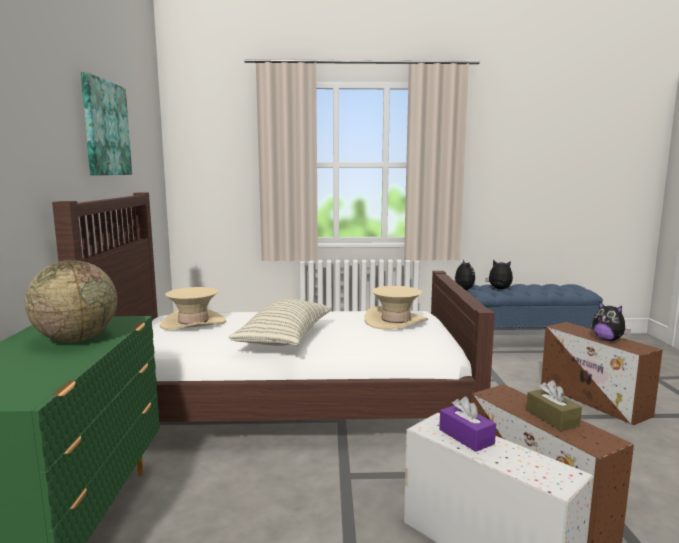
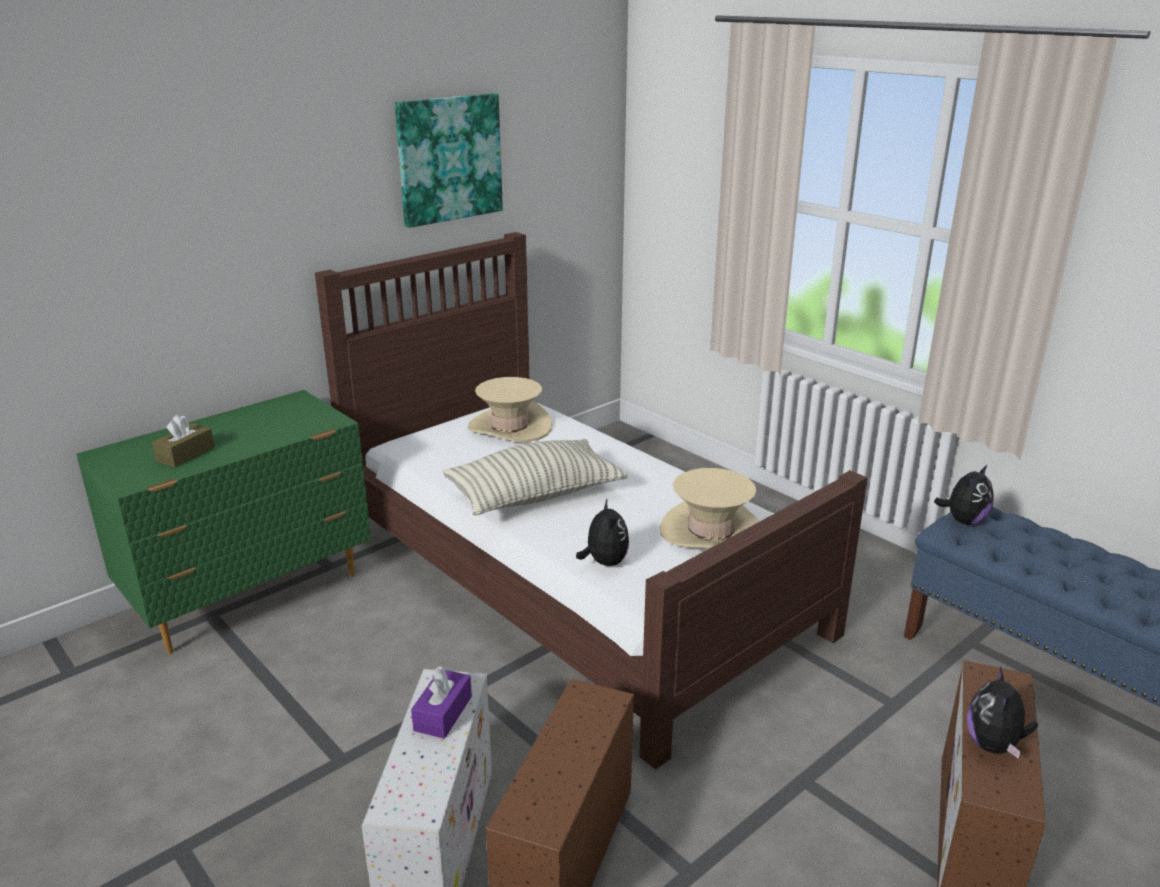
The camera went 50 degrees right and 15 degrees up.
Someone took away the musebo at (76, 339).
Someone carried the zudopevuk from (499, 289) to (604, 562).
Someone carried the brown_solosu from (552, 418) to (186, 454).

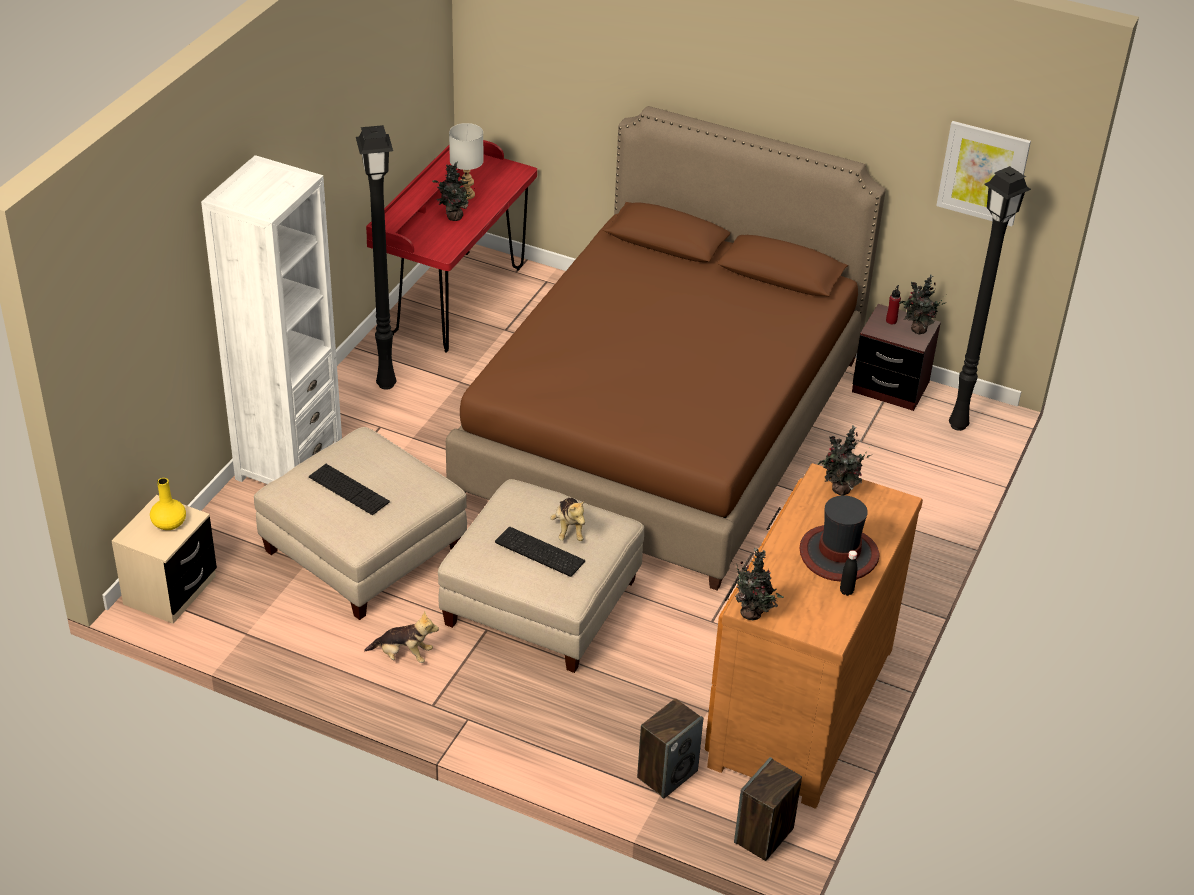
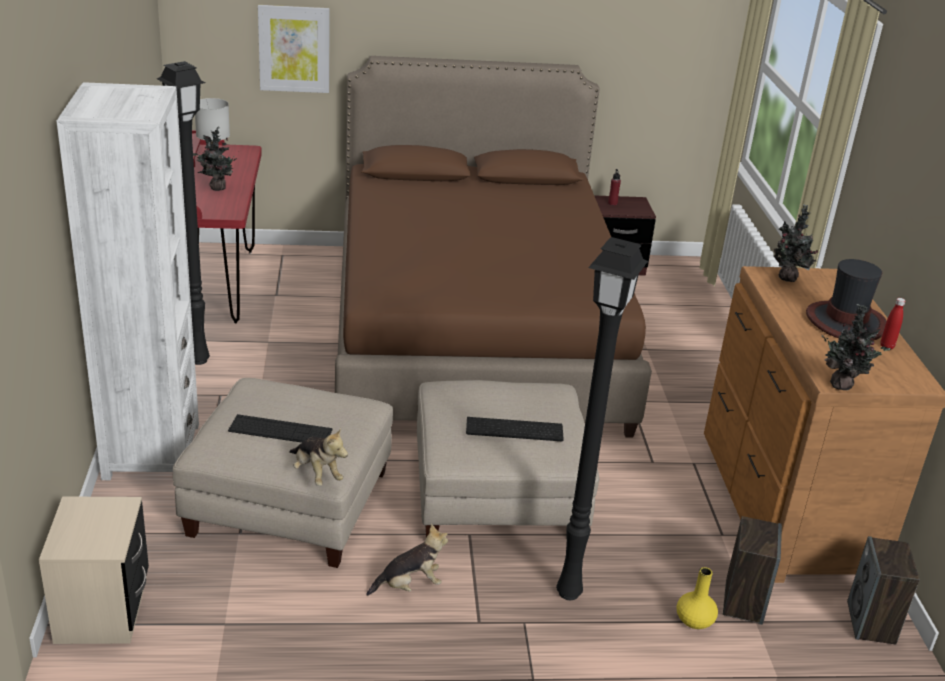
The camera went 30 degrees left and 10 degrees down.
Someone carried the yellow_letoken from (169, 524) to (695, 621).
Someone carried the zudopevuk from (569, 529) to (316, 474).
Someone repainted the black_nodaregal at (846, 591), which became the red_nodaregal at (887, 346).
Someone took away the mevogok at (917, 330).
Someone carried the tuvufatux from (983, 173) to (294, 49).
Someone carried the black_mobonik from (960, 425) to (571, 592).

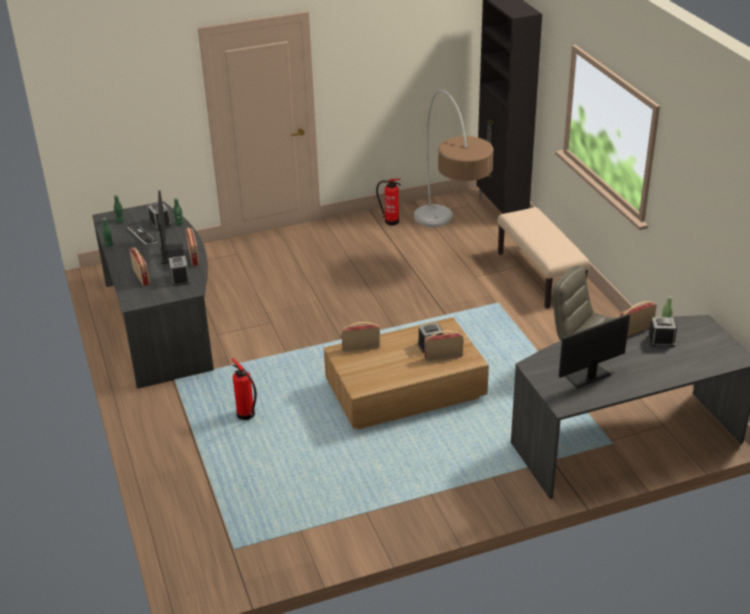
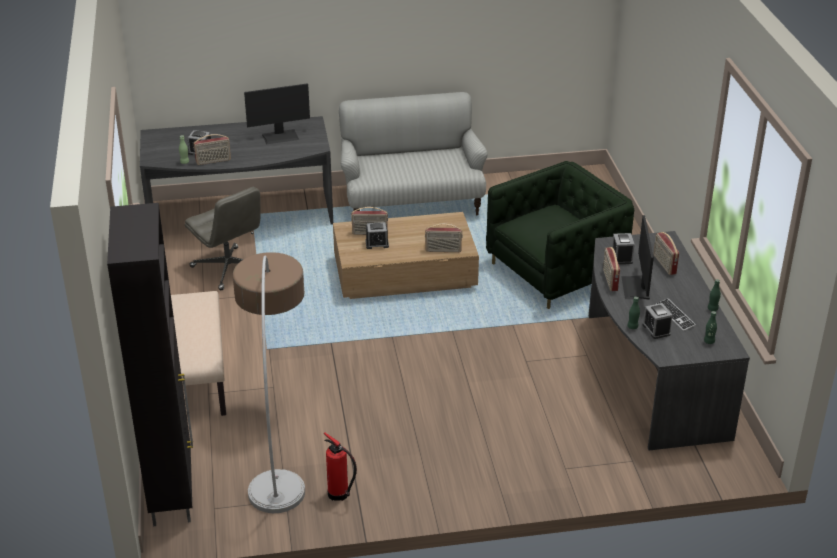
The camera went 170 degrees left and 0 degrees up.
Someone swapped the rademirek at (247, 415) for the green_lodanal at (555, 272).
Someone put down the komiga at (411, 202).

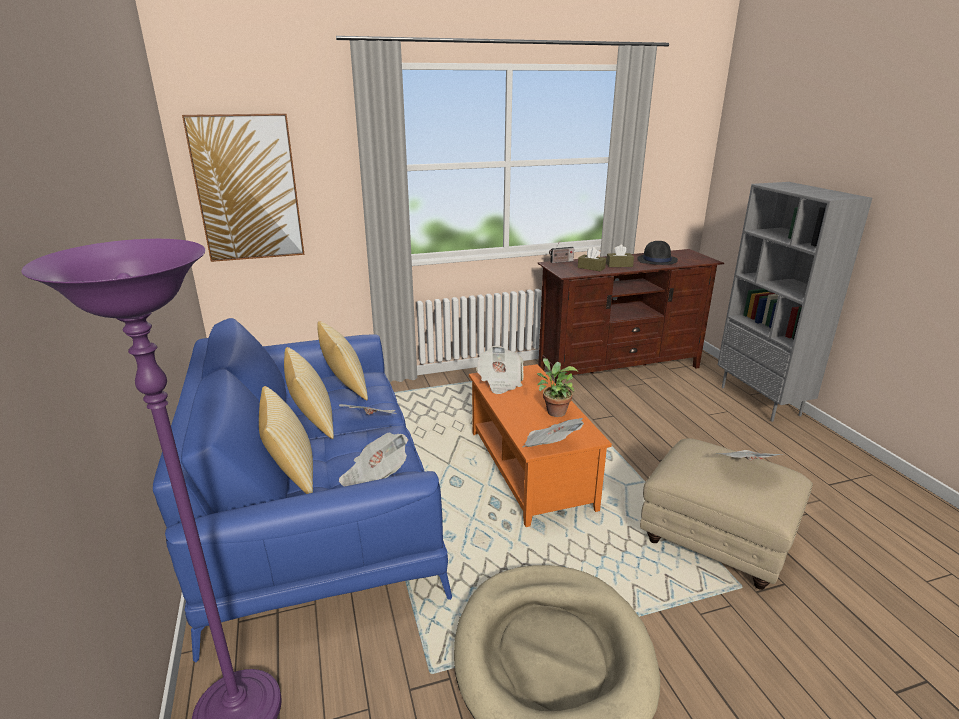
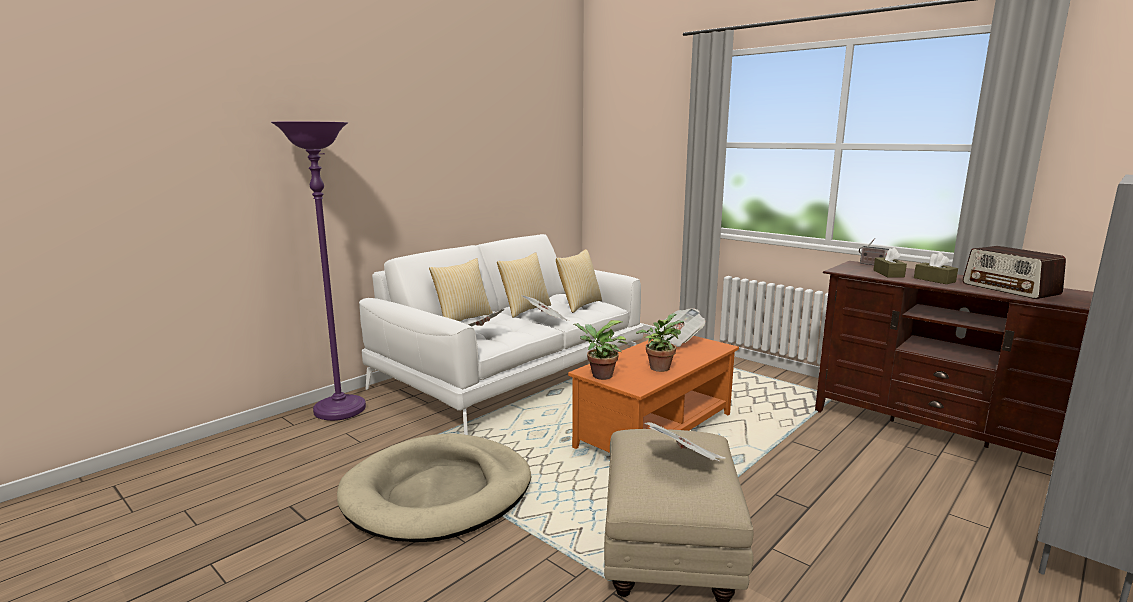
The camera went 60 degrees right and 10 degrees down.
Someone repainted the blue_komiga at (317, 506), which became the white_komiga at (512, 375).
Someone took away the tuvufatux at (247, 189).
Someone swapped the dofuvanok at (551, 446) for the mevogok at (599, 376).
Someone swapped the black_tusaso at (657, 260) for the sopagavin at (1010, 289).

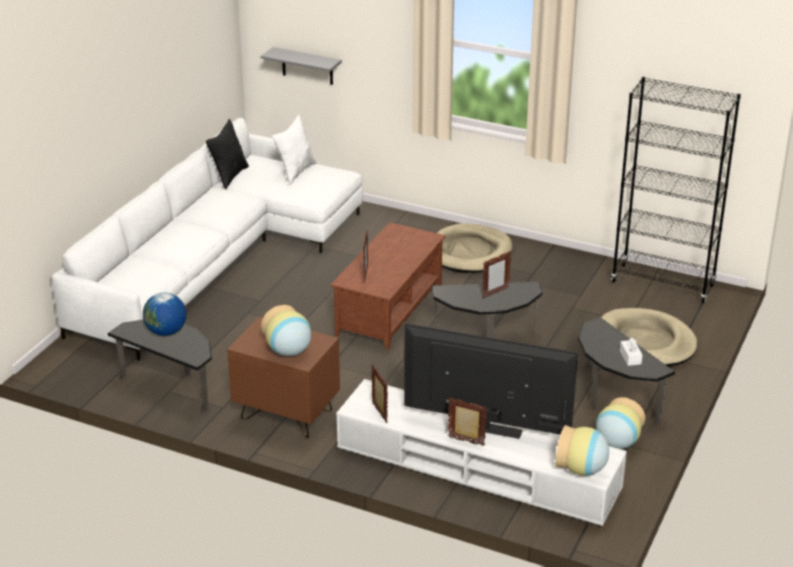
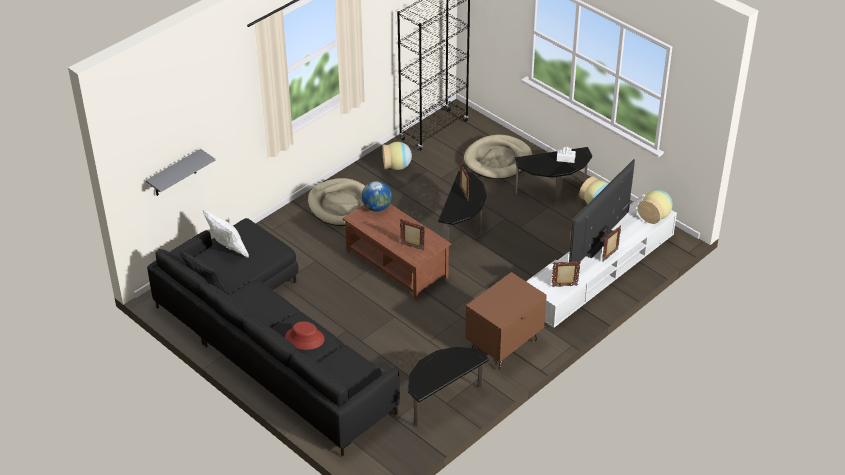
The camera went 70 degrees left and 10 degrees up.
Someone repainted the white_komiga at (216, 260), which became the black_komiga at (270, 344).
Someone carried the musebo from (166, 332) to (377, 207).
Someone carried the letoken from (288, 351) to (397, 166).
Someone put down the red_tusaso at (304, 338).

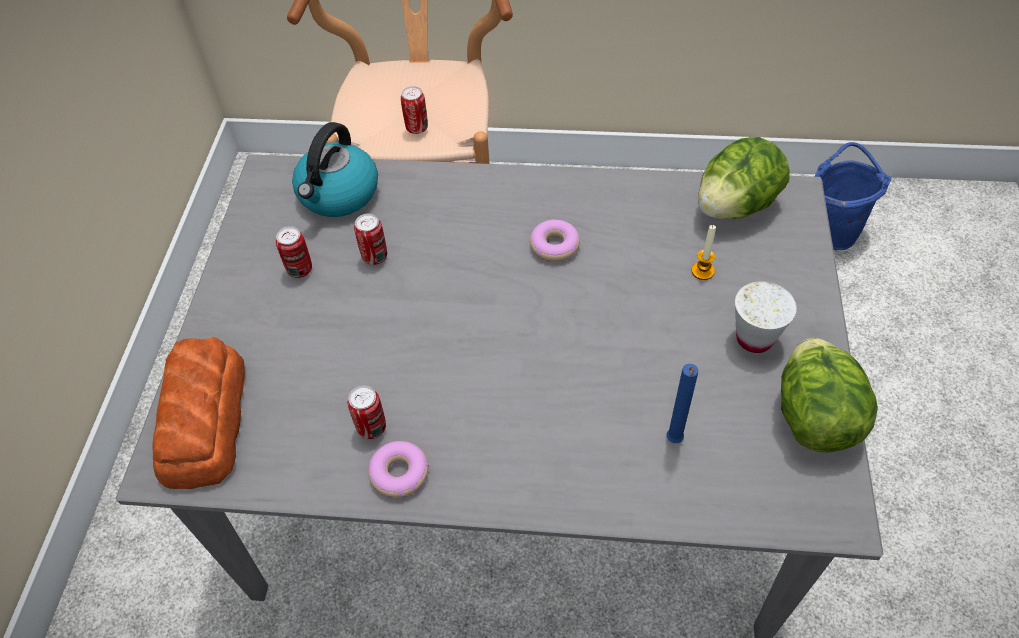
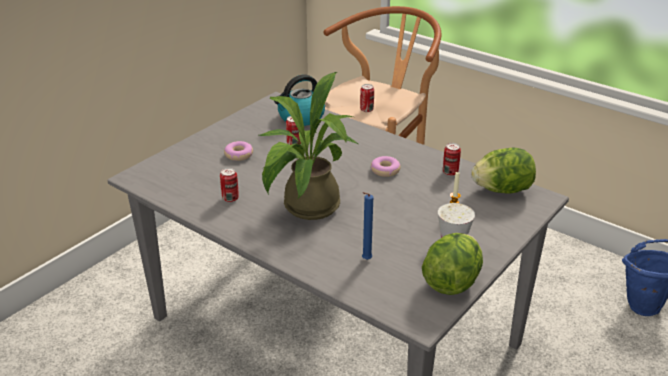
The camera went 30 degrees right and 20 degrees down.
Someone took away the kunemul at (203, 421).
Someone carried the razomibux from (299, 269) to (450, 172).
Someone carried the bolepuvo from (399, 473) to (238, 155).
Someone put down the mevogok at (306, 209).

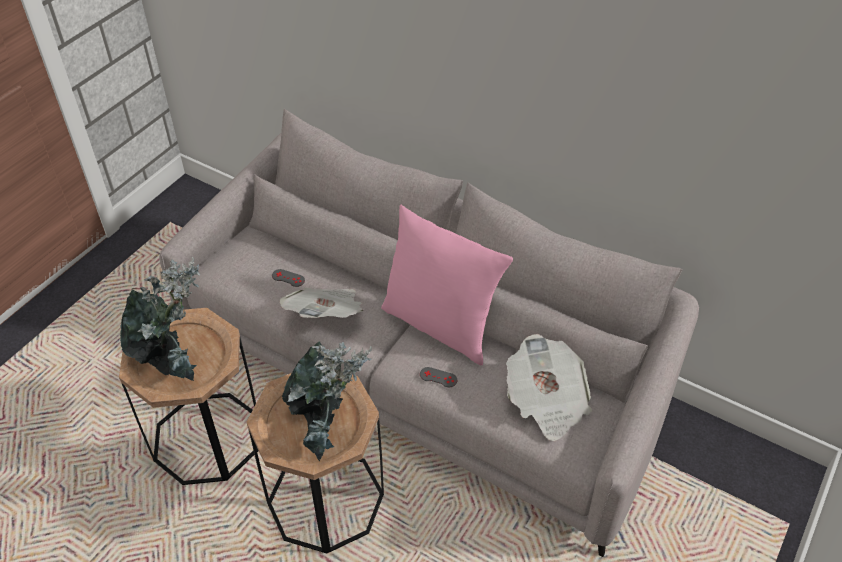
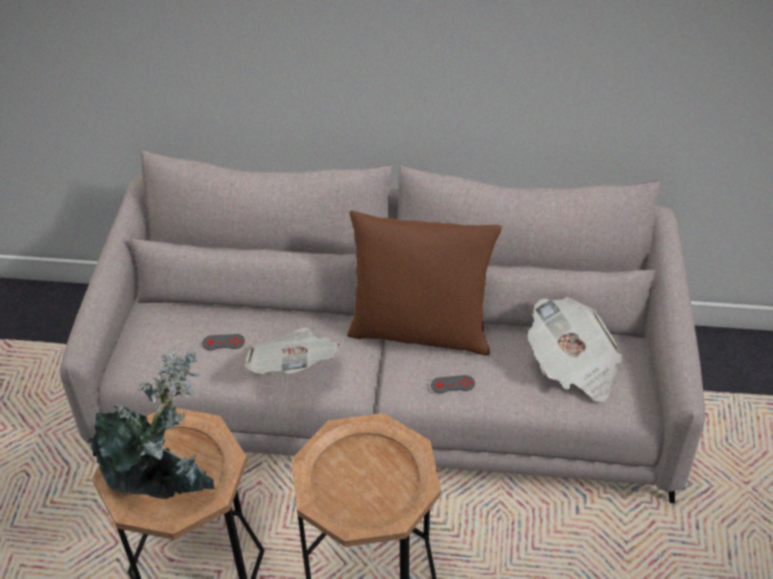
The camera went 25 degrees left and 0 degrees up.
Someone took away the mevogok at (326, 426).
Someone repainted the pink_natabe at (440, 325), which became the brown_natabe at (420, 330).

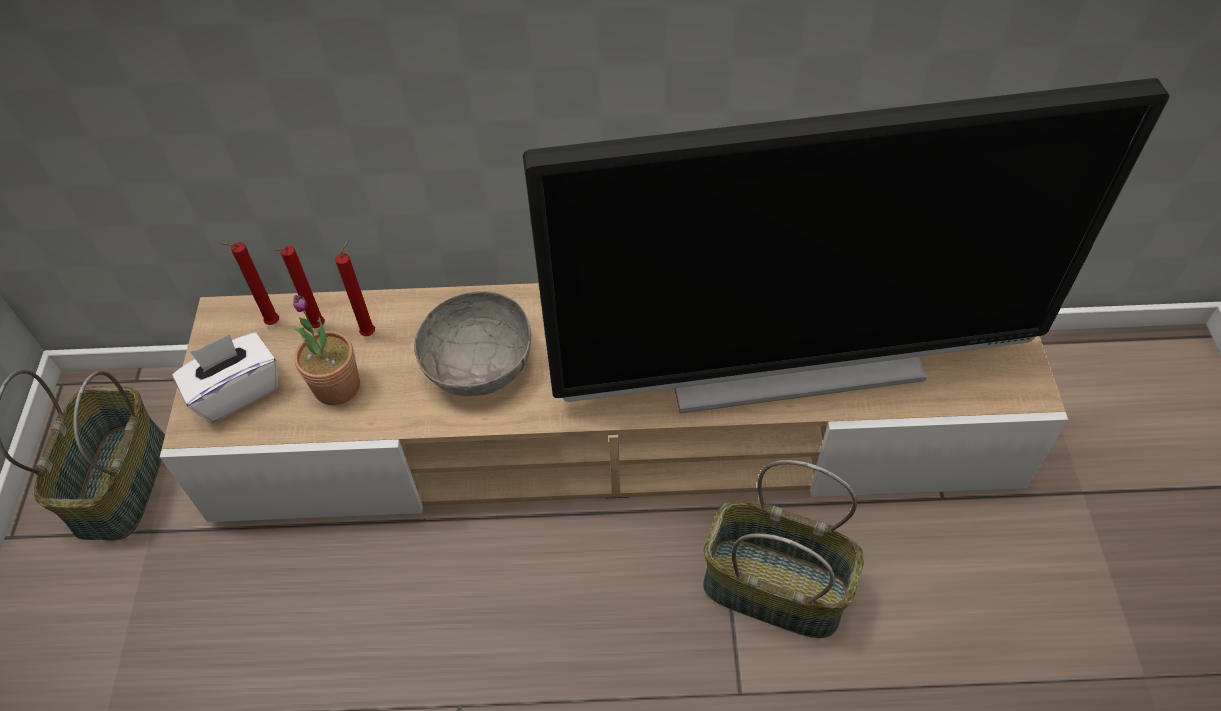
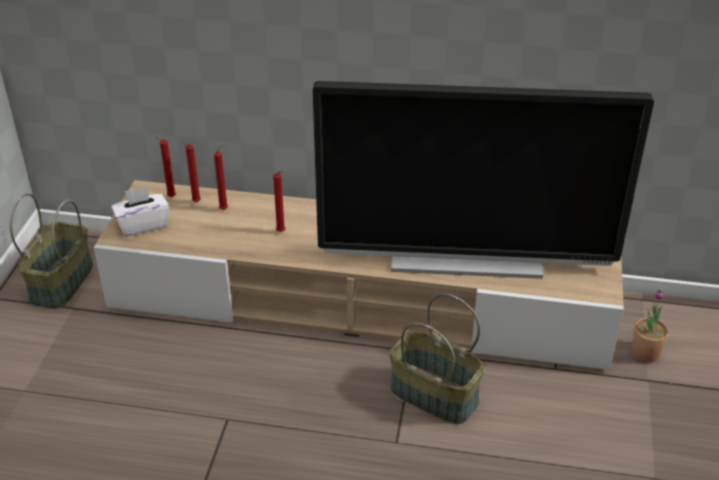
The camera went 10 degrees right and 15 degrees down.
Someone carried the mevogok from (337, 386) to (645, 353).
Someone swapped the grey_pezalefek at (478, 364) for the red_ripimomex at (282, 232).

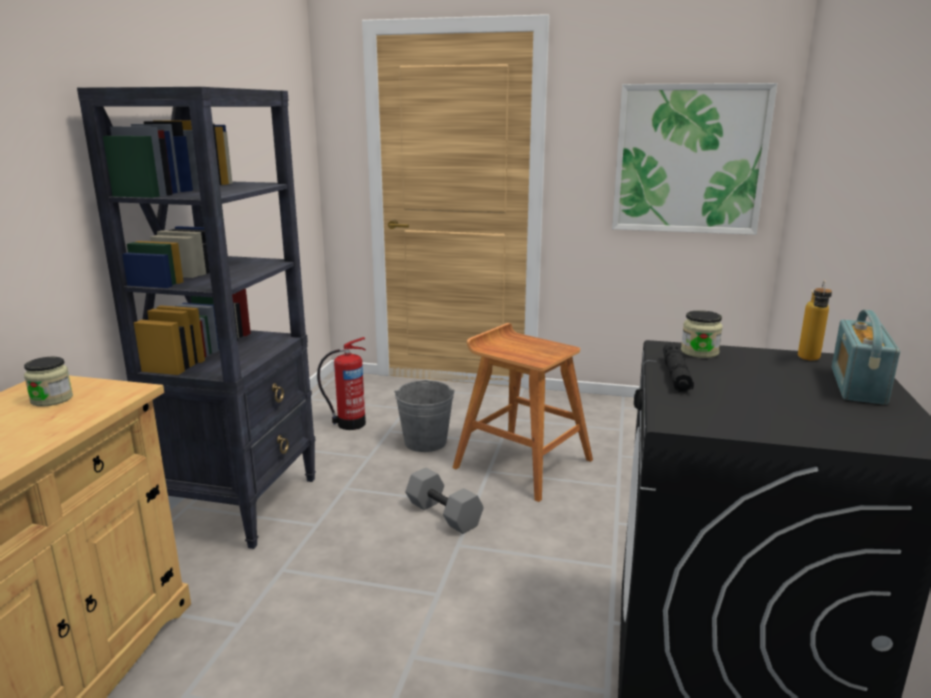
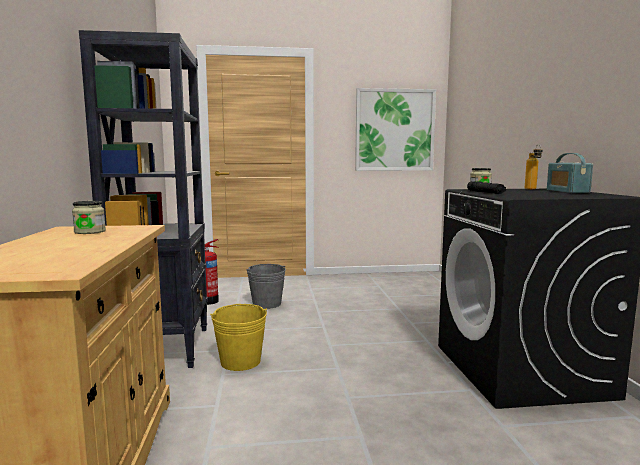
The camera went 20 degrees left and 10 degrees down.
Someone took away the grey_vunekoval at (445, 514).
Someone took away the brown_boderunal at (522, 463).
Someone put down the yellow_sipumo at (240, 361).

